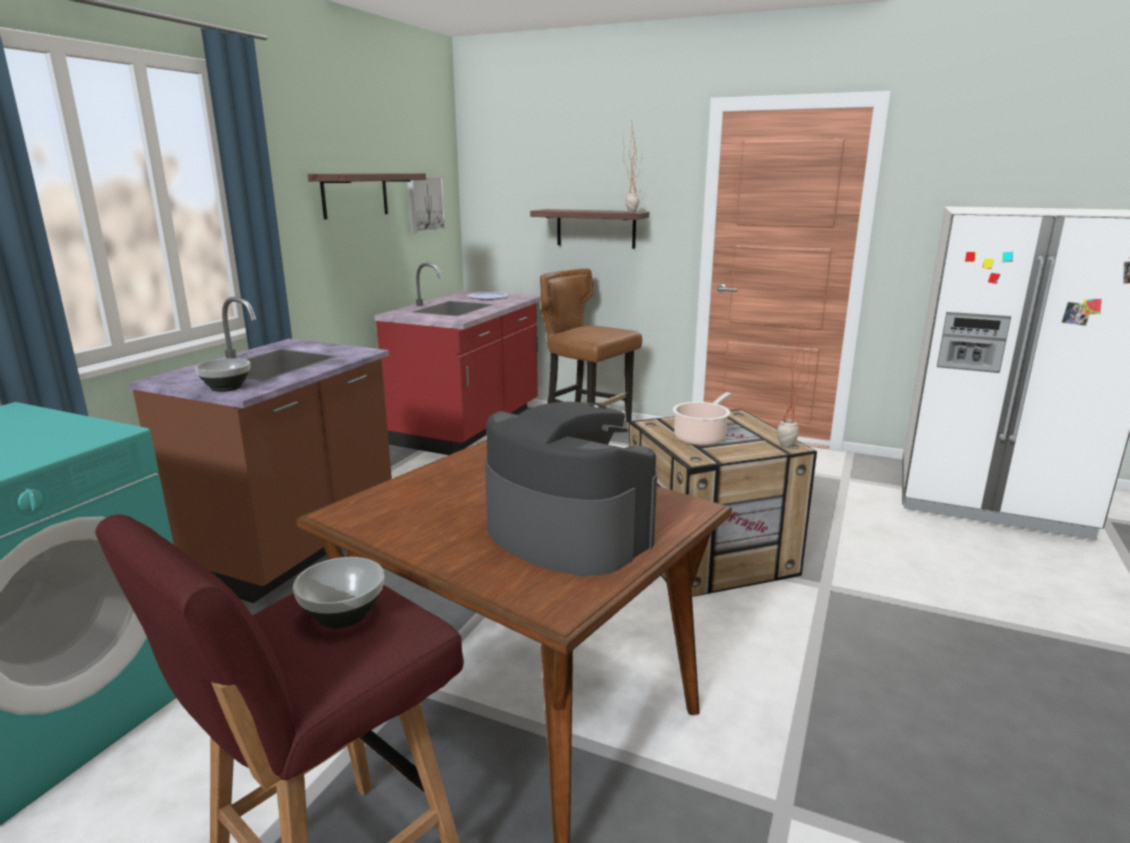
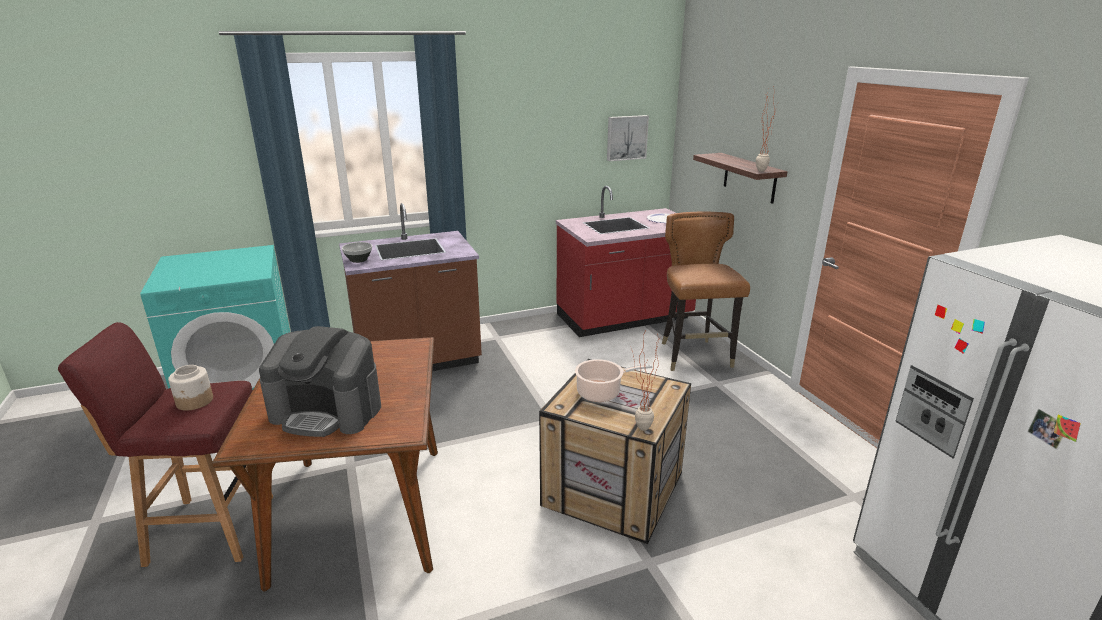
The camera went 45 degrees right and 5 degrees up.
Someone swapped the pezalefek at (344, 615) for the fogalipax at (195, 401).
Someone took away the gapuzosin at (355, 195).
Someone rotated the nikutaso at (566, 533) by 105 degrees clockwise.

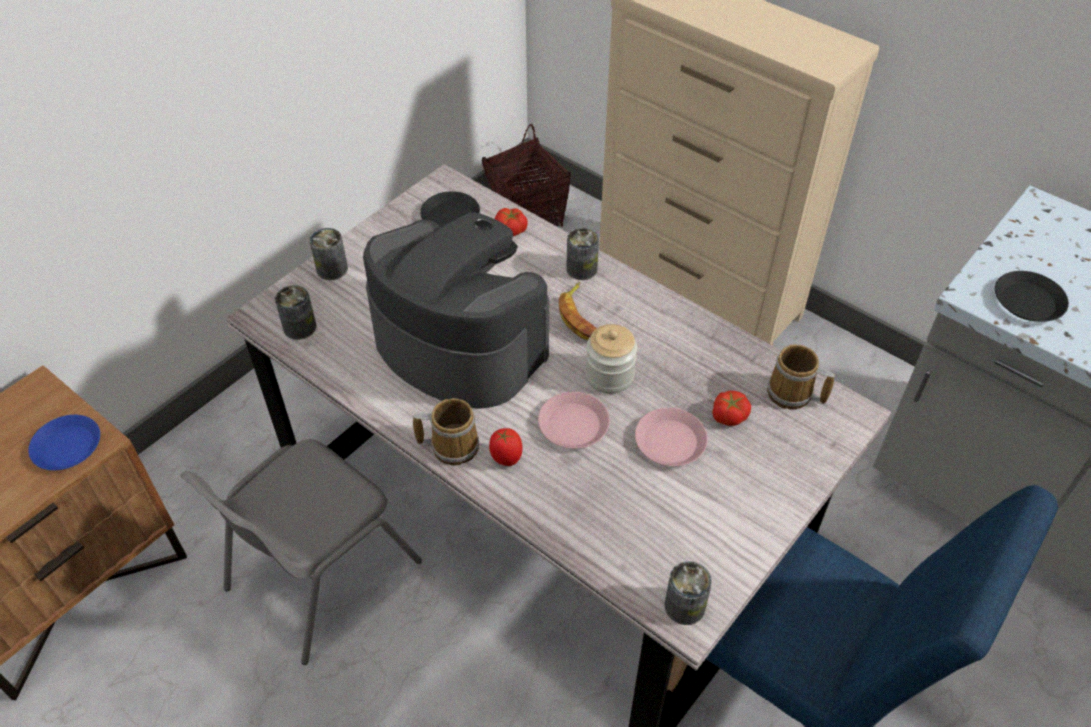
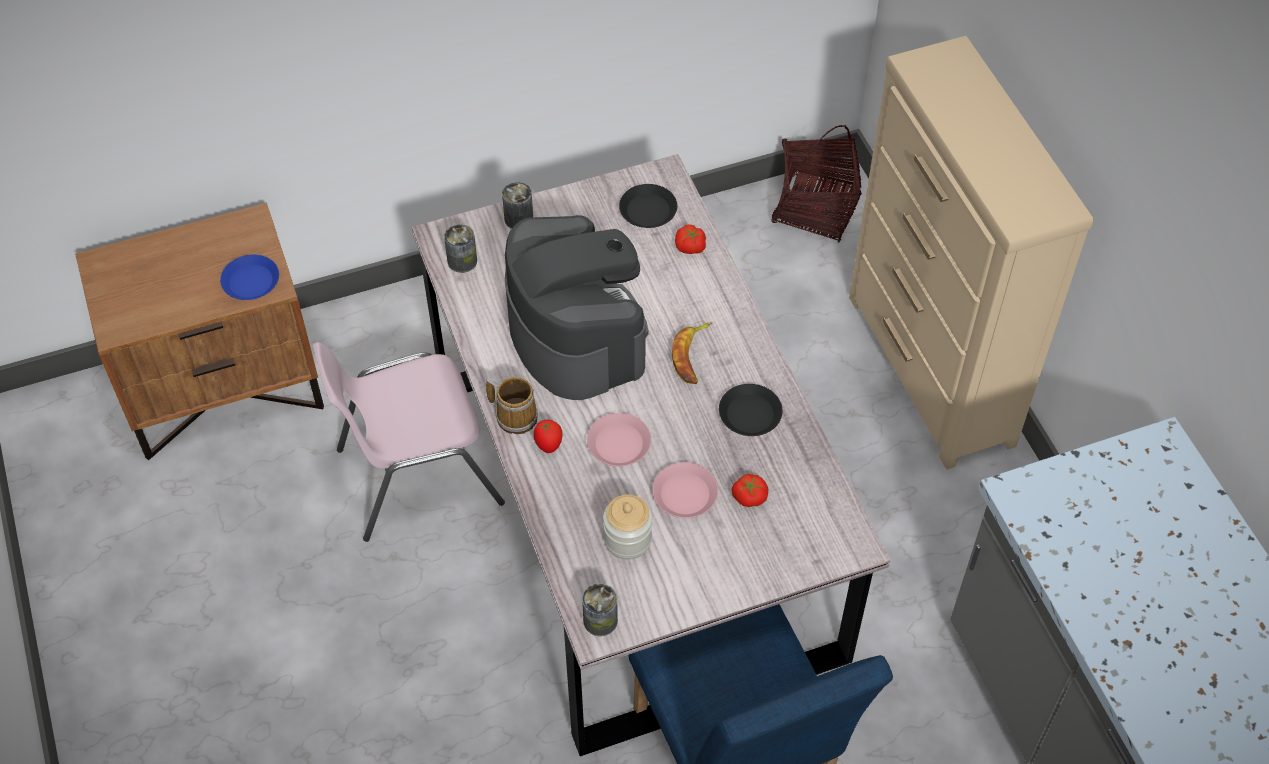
The camera went 30 degrees right and 5 degrees up.
Someone repainted the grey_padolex at (319, 575), which became the pink_padolex at (416, 475).
Someone took away the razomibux at (581, 269).
Someone carried the fogalipax from (609, 376) to (627, 539).
Someone took away the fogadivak at (792, 395).
Someone carried the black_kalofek from (1028, 301) to (750, 414).

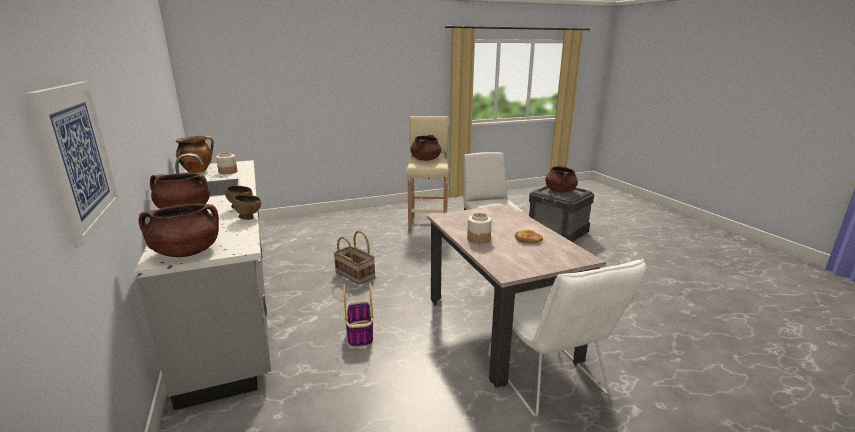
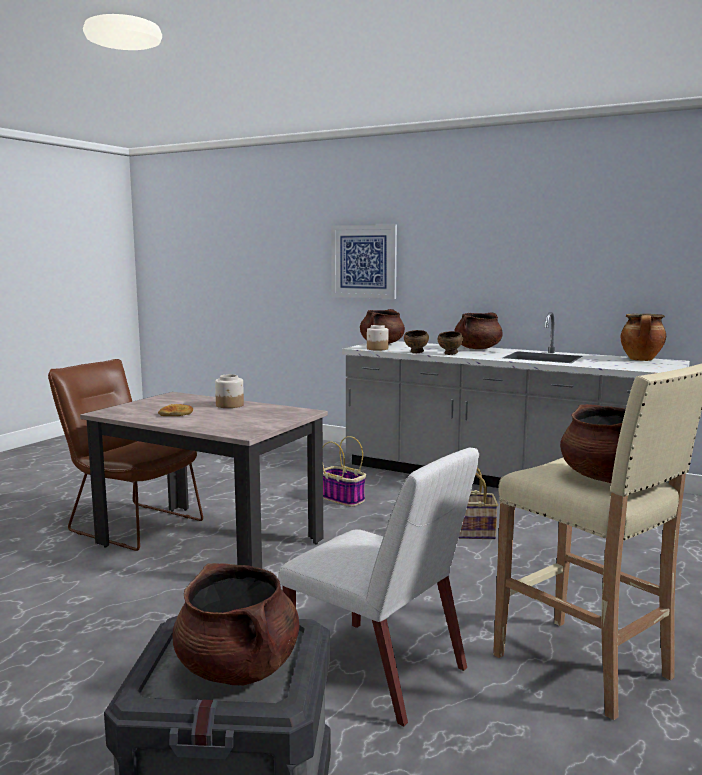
The camera went 140 degrees right and 10 degrees down.
Someone carried the fogalipax from (228, 172) to (377, 349).
Someone repainted the white_padolex at (549, 380), which became the brown_padolex at (130, 524).

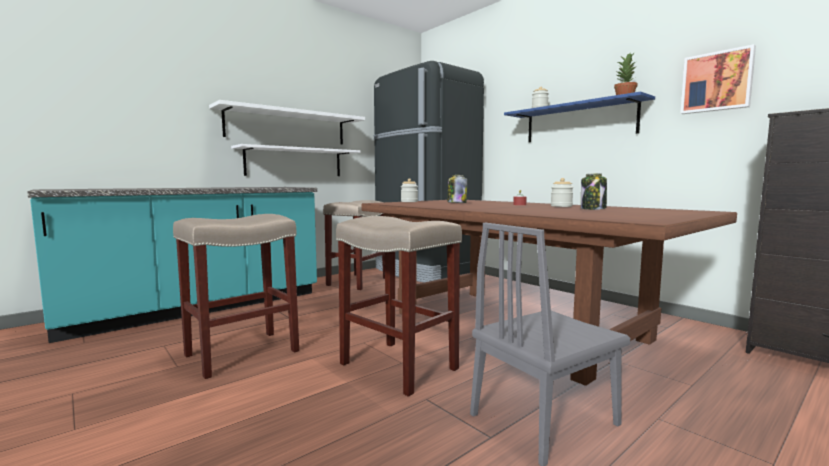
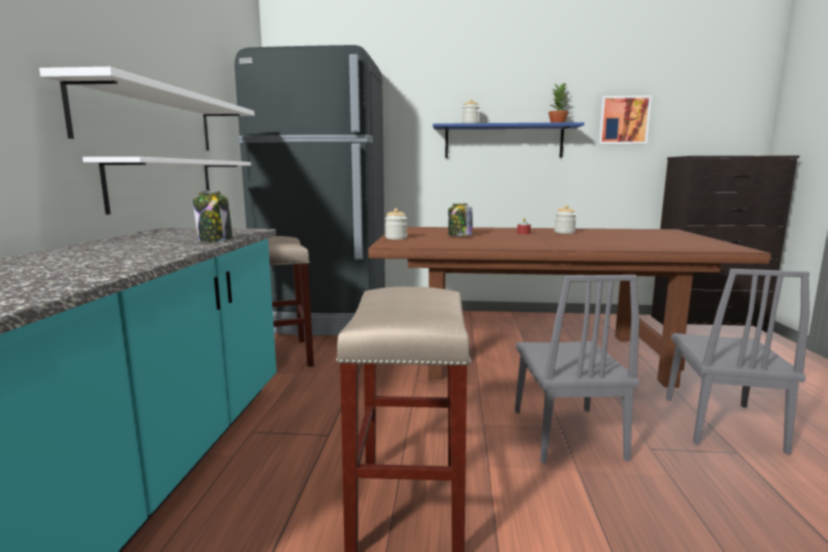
The camera went 45 degrees left and 5 degrees up.
Someone swapped the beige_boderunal at (396, 366) for the grey_padolex at (566, 433).
Someone carried the fogalipax from (593, 209) to (215, 240).

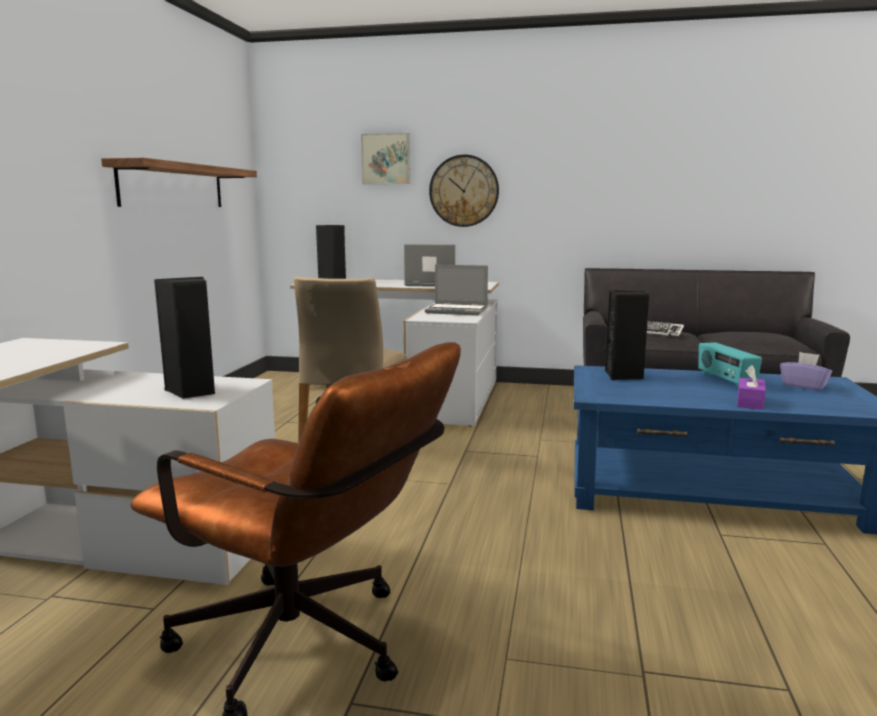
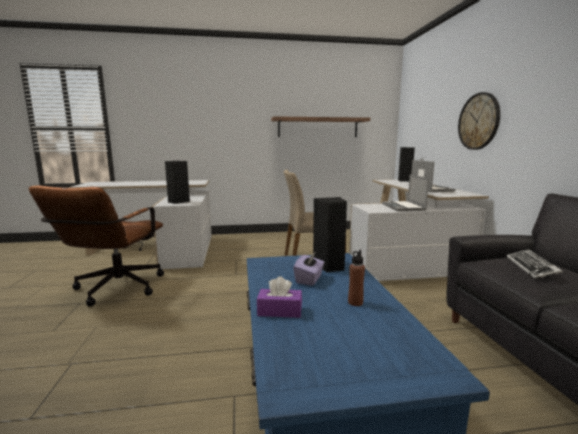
The camera went 70 degrees right and 0 degrees up.
Someone took away the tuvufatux at (386, 159).
Someone swapped the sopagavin at (725, 381) for the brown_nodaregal at (355, 302).
Someone carried the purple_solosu from (804, 386) to (309, 279).

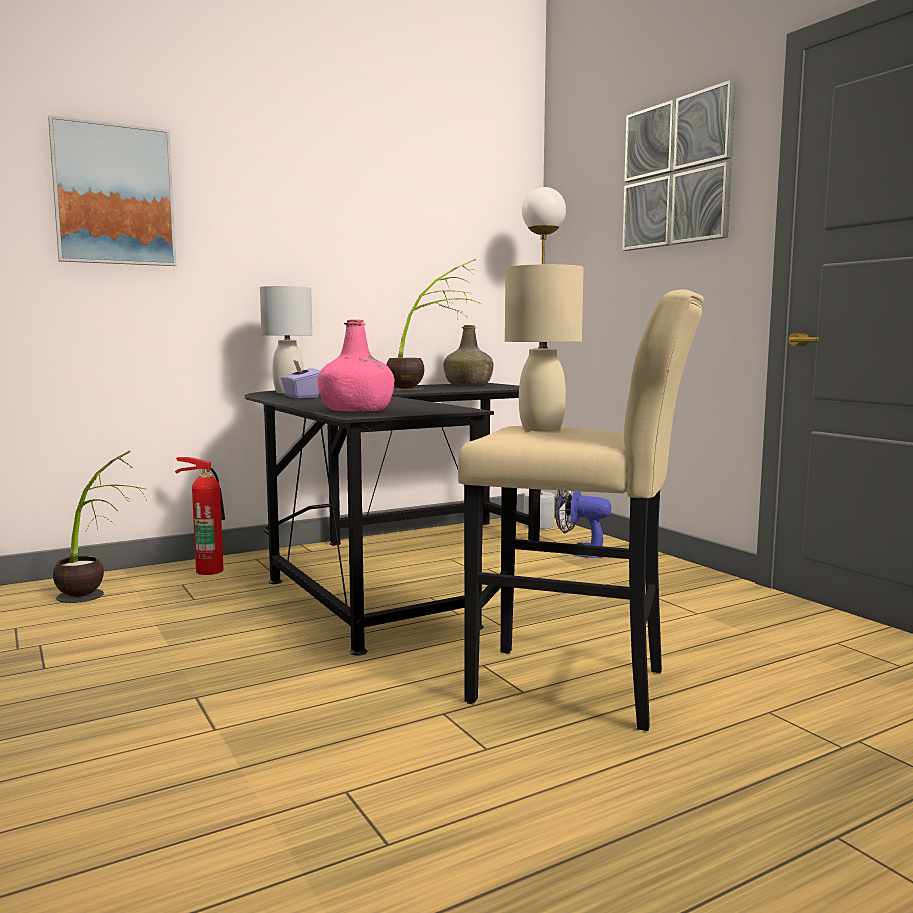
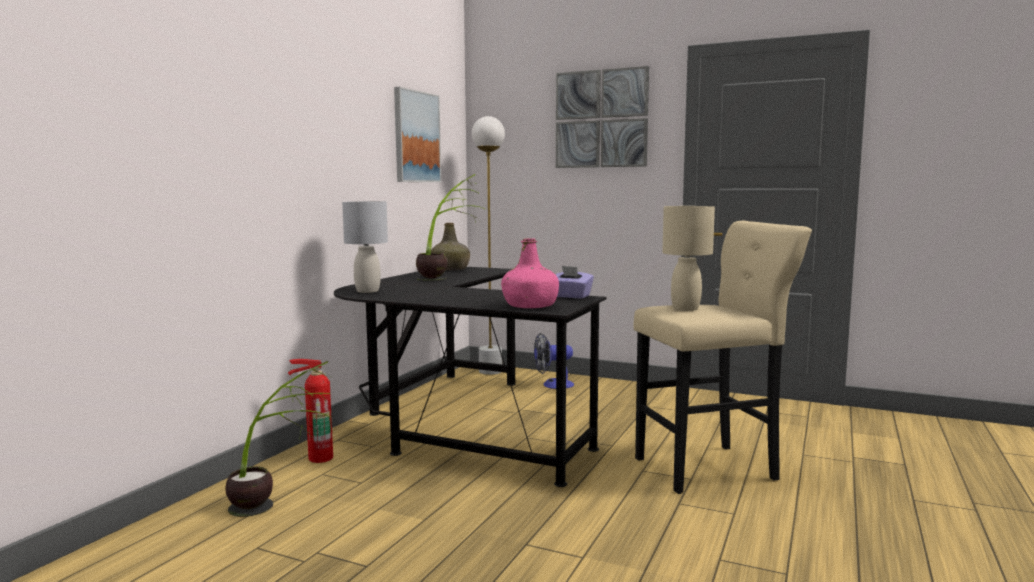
The camera went 35 degrees left and 0 degrees up.
Someone carried the tuvufatux from (114, 195) to (416, 137).
Someone carried the purple_solosu from (301, 397) to (570, 296).

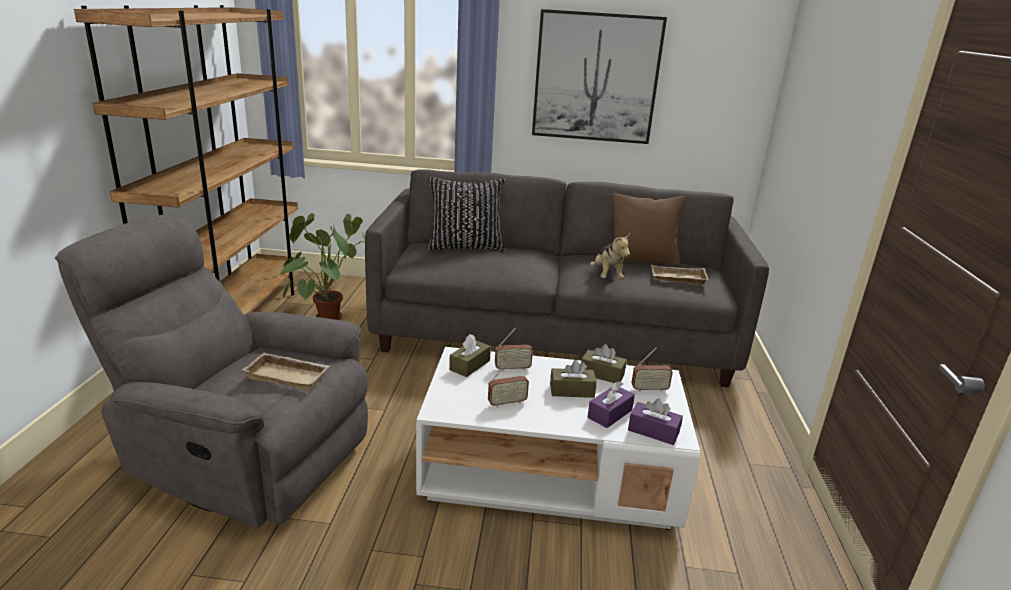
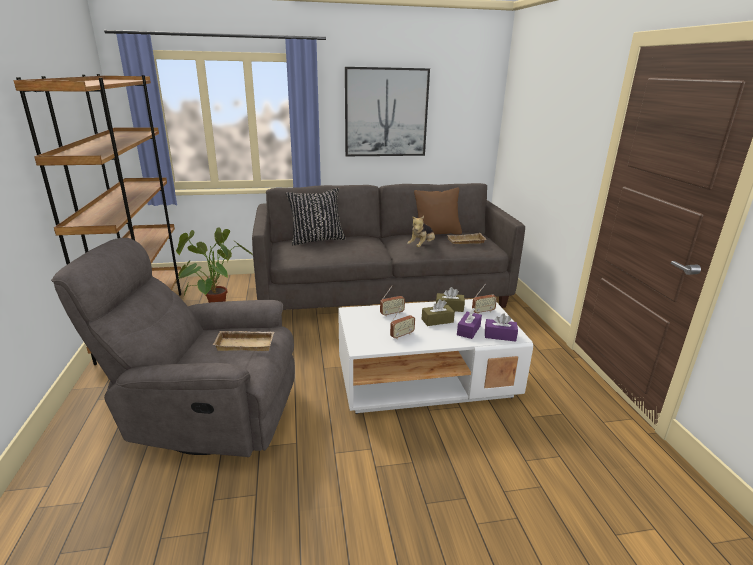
The camera went 15 degrees left and 0 degrees up.
Someone took away the brown_solosu at (469, 365).
Someone rotated the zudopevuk at (606, 276) by 60 degrees clockwise.

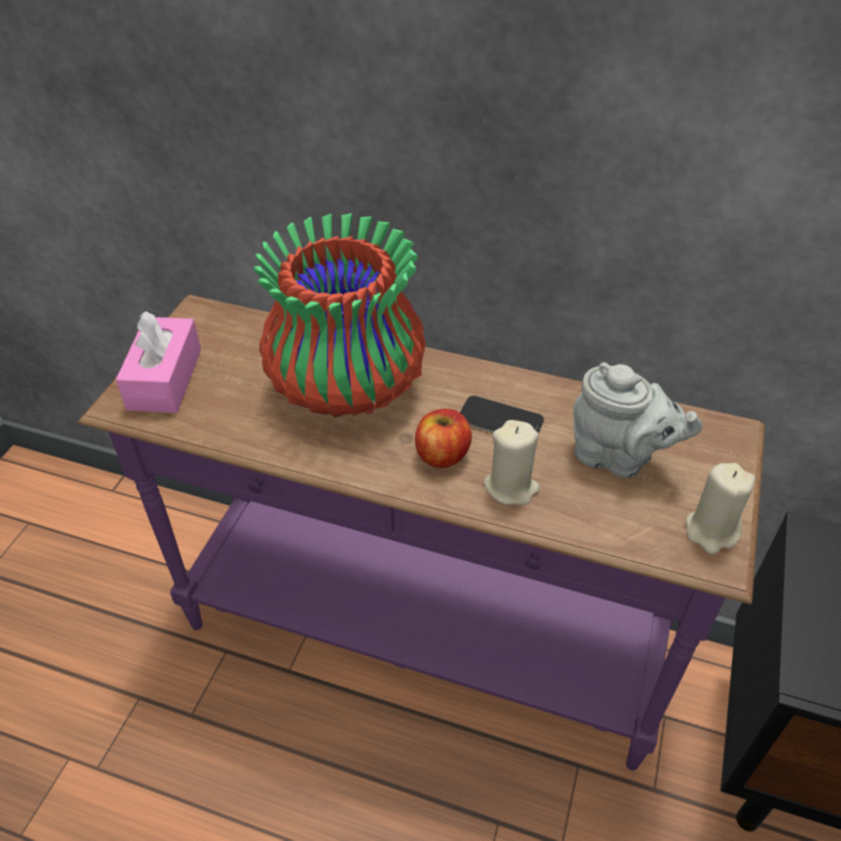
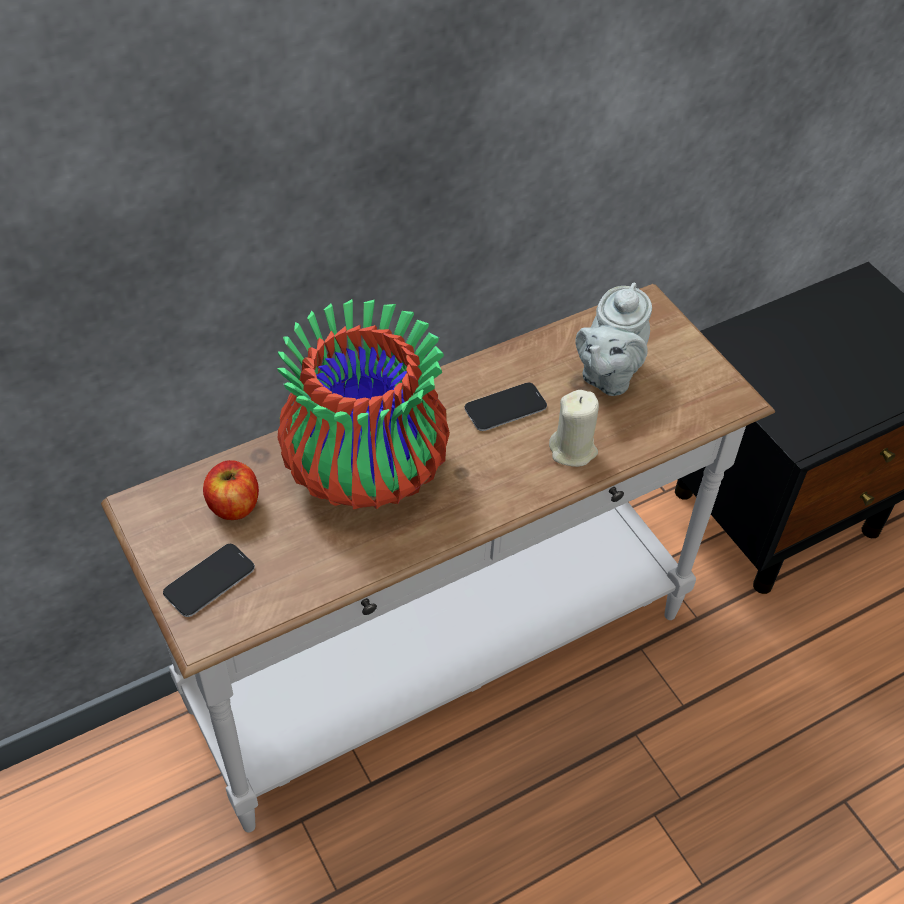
The camera went 50 degrees left and 5 degrees up.
Someone repainted the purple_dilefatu at (420, 640), which became the white_dilefatu at (442, 665).
Someone swapped the pink_solosu at (165, 379) for the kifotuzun at (209, 581).
Someone carried the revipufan from (442, 455) to (233, 505).
Someone rotated the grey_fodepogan at (619, 457) by 135 degrees clockwise.
Someone took away the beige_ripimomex at (711, 531).

